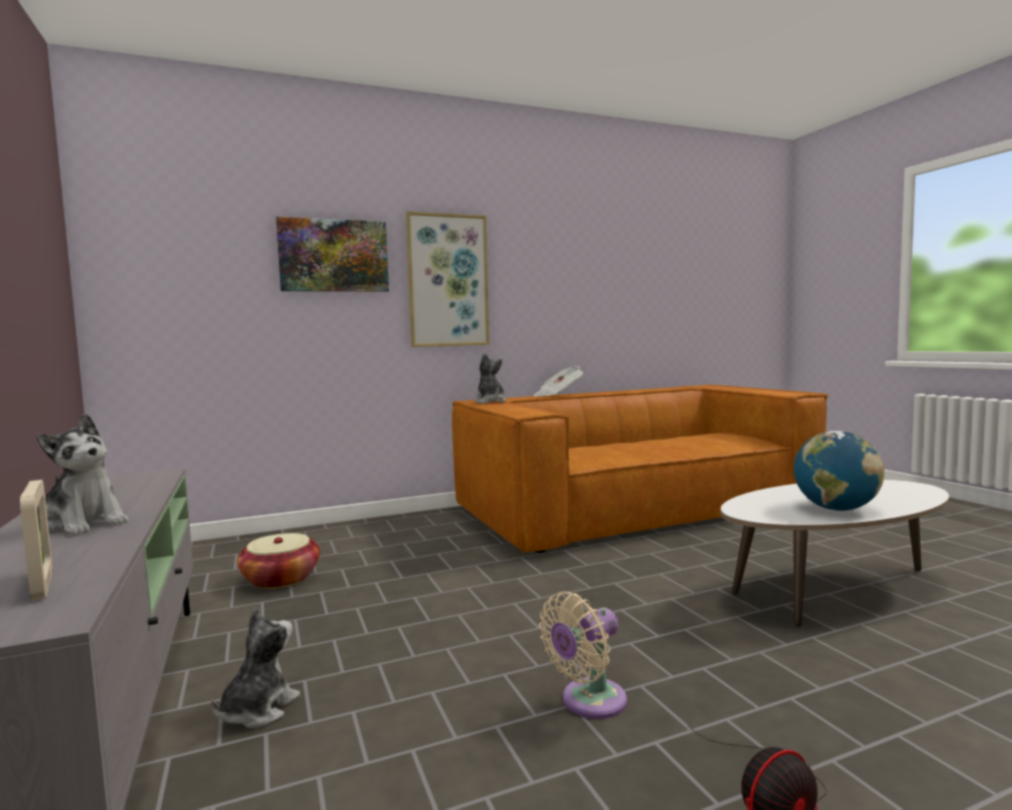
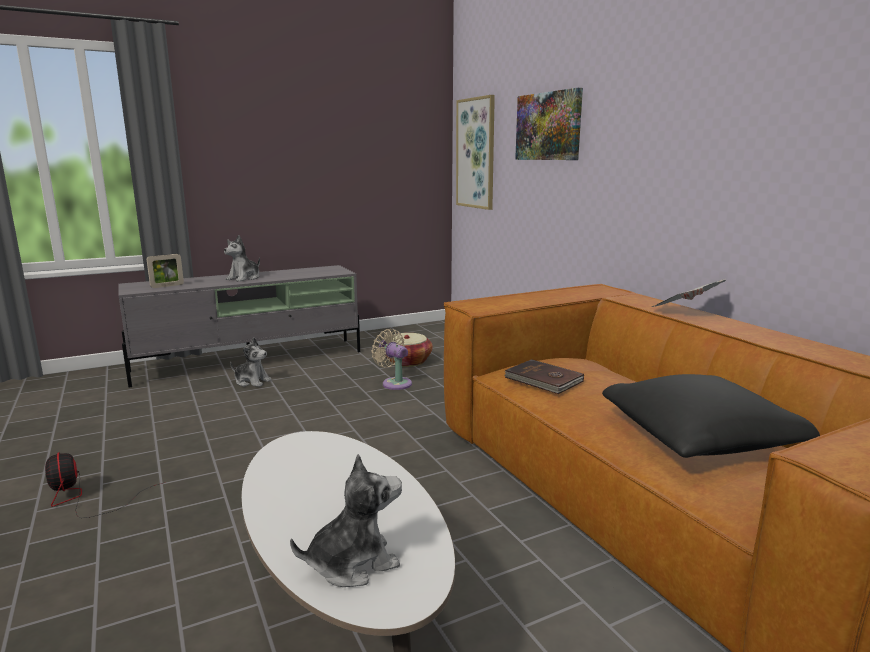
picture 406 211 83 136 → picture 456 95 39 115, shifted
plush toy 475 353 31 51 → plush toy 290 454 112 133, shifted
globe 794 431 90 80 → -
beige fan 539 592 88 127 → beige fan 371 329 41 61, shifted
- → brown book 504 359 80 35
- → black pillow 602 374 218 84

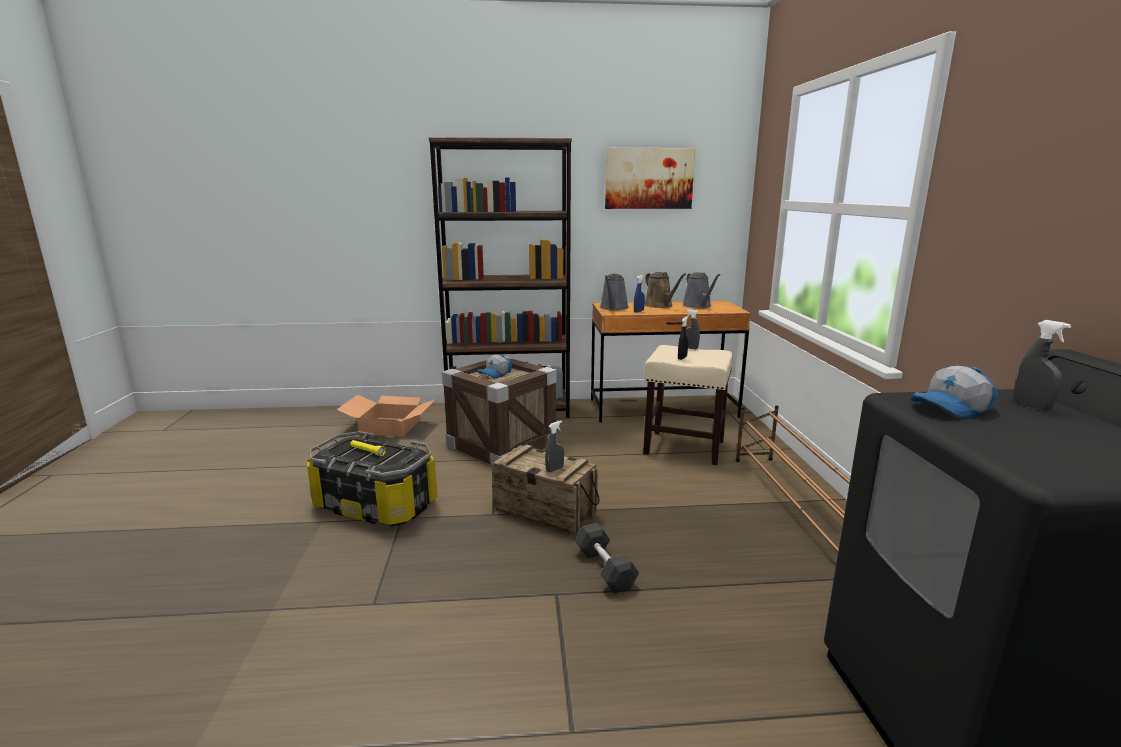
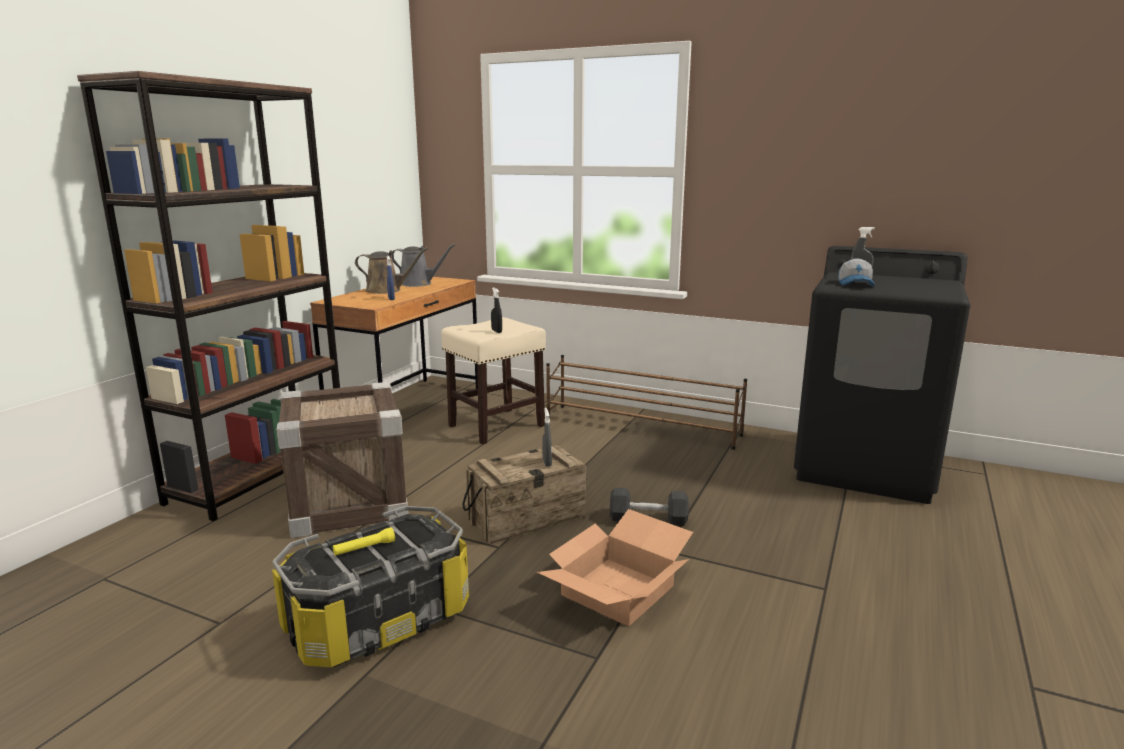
picture 605 148 90 61 → -
grey watering can 599 274 30 37 → -
grey spray bottle 686 309 14 40 → -
cap 477 355 35 23 → -
cardboard box 336 395 100 42 → cardboard box 537 509 156 117, shifted

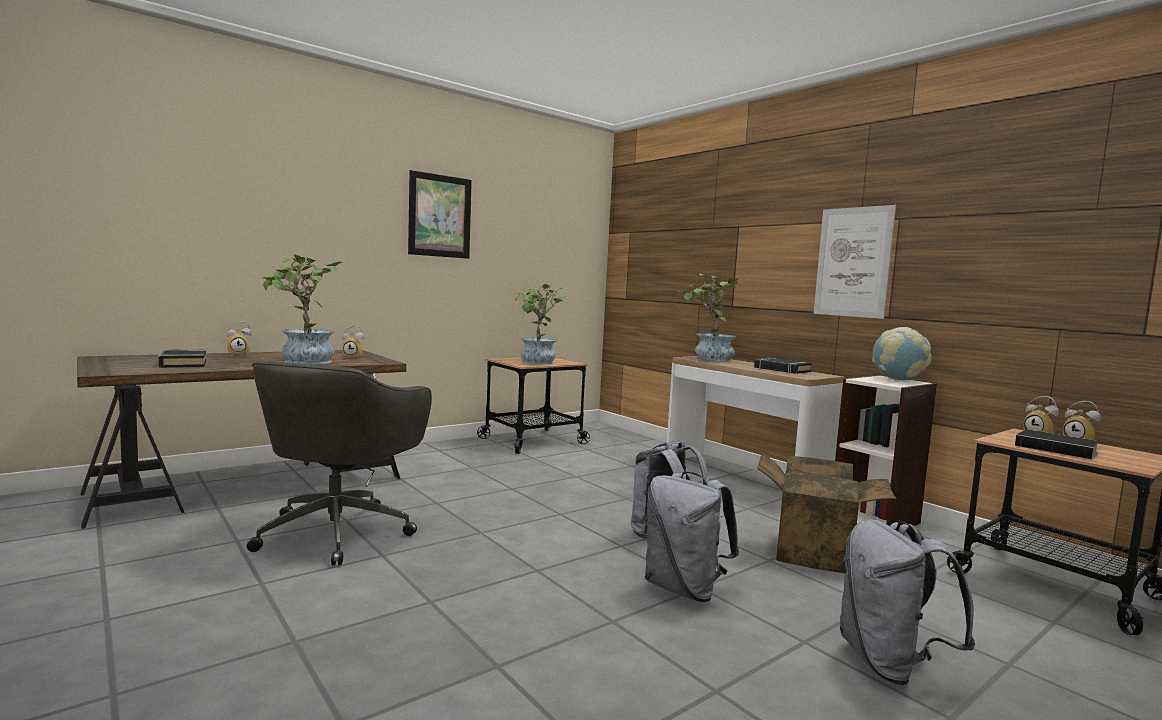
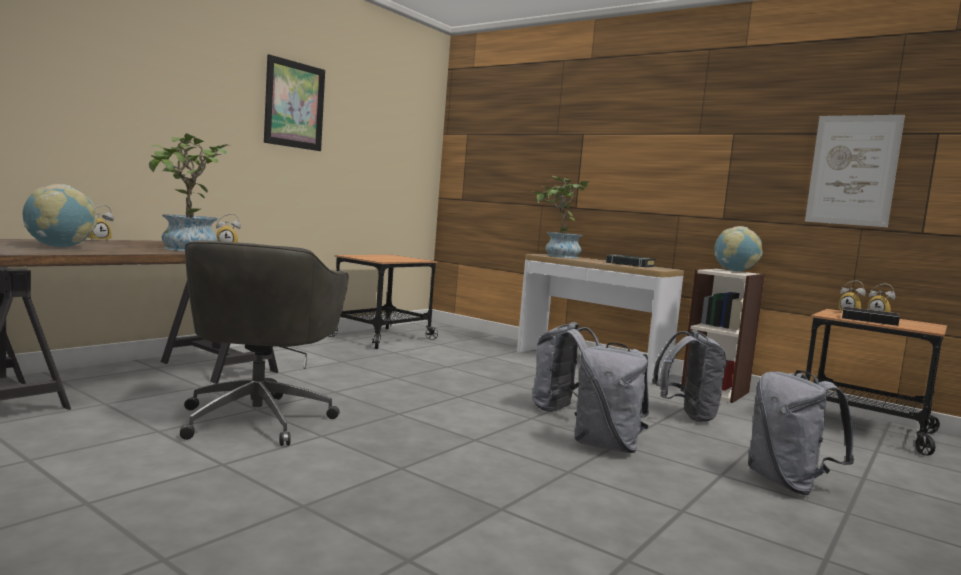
picture 814 205 82 114 → picture 805 115 100 112, shifted
potted plant 515 284 53 80 → -
black book 158 349 48 19 → globe 23 184 74 63
cardboard box 757 453 140 121 → grey backpack 652 330 75 92

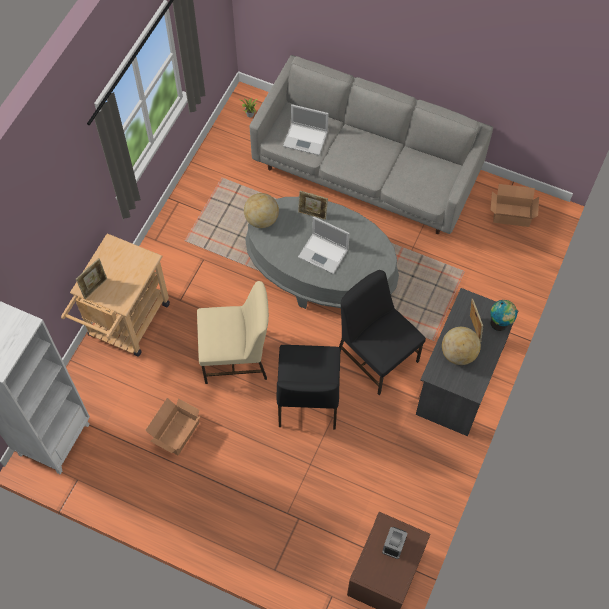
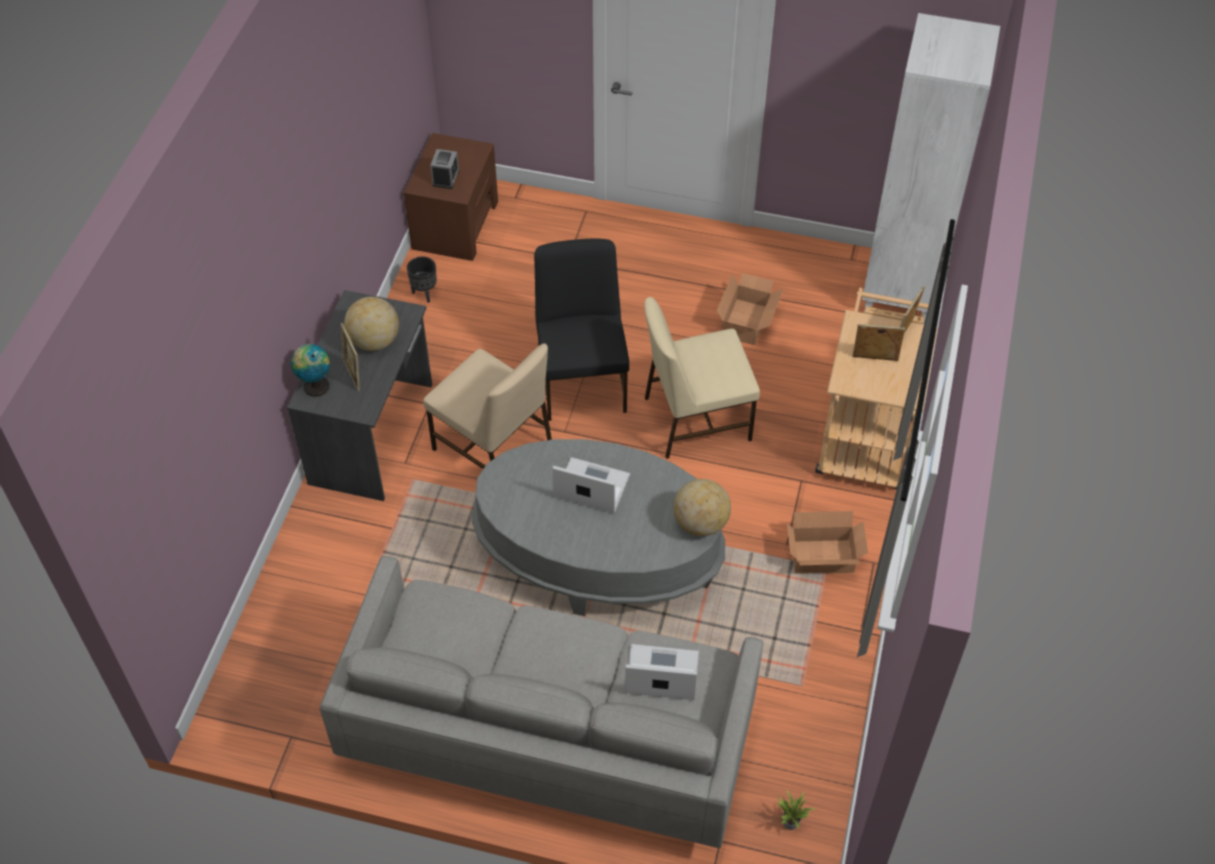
cardboard box 491 184 48 43 → cardboard box 787 511 81 62, shifted
picture frame 298 191 30 29 → picture frame 852 324 53 37, shifted
black chair 339 270 87 125 → beige chair 423 343 129 126
- → black planter 407 256 30 47

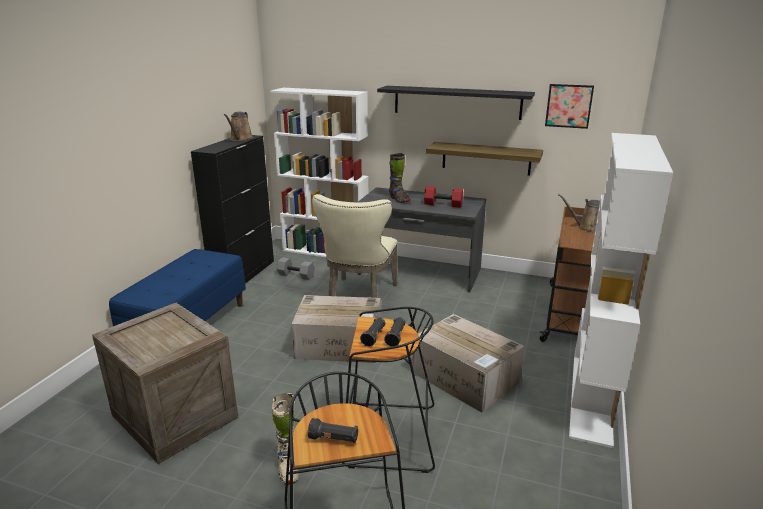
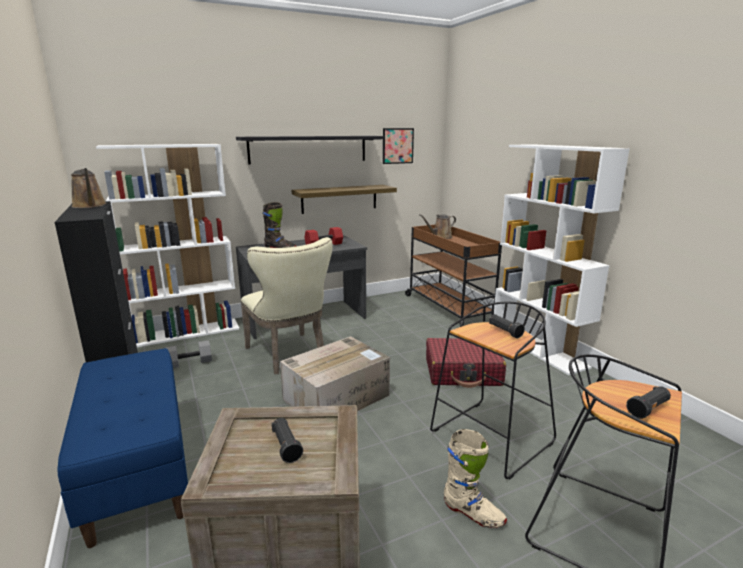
cardboard box 413 314 111 99 → red suitcase 426 338 80 50
black flashlight 360 318 25 29 → black flashlight 272 418 31 45, shifted

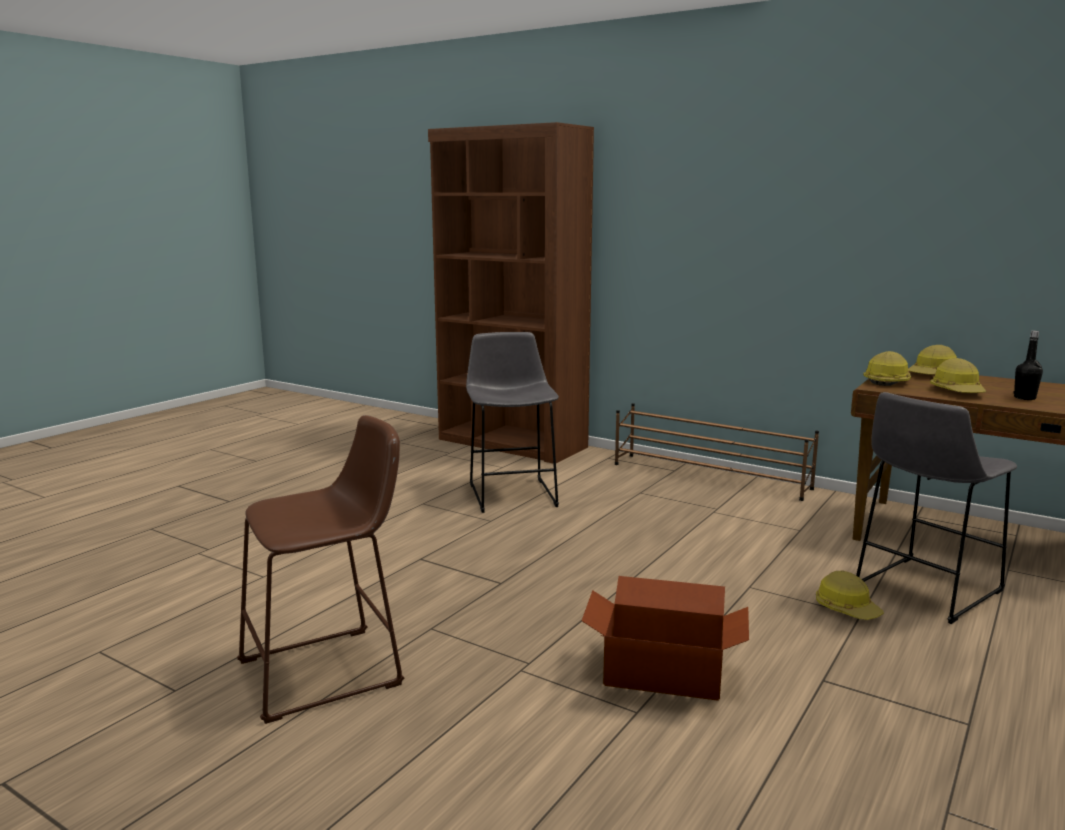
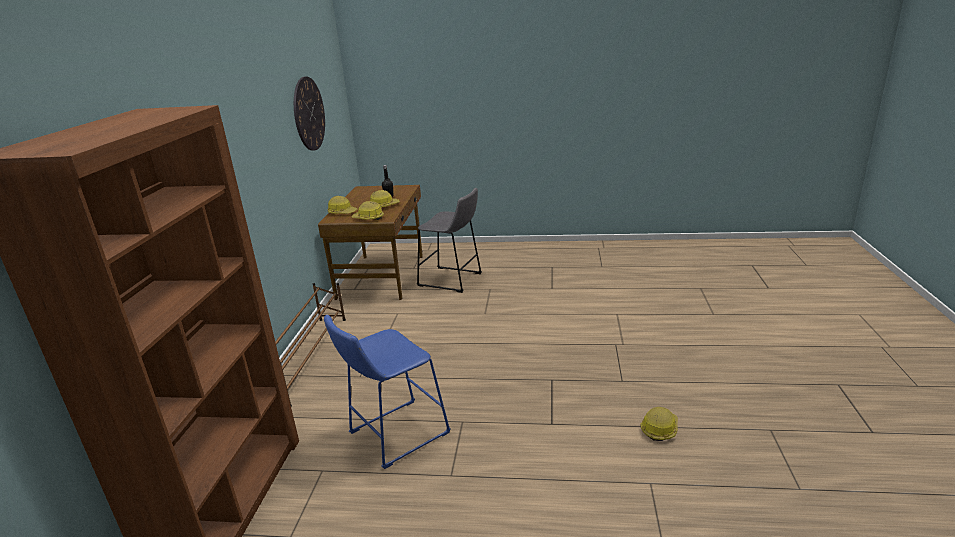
grey stool 466 332 93 181 → blue stool 324 315 127 154
brown stool 237 415 167 309 → -
hard hat 816 570 68 50 → hard hat 640 407 38 34, shifted
cardboard box 582 576 167 125 → -
- → wall clock 294 76 31 75

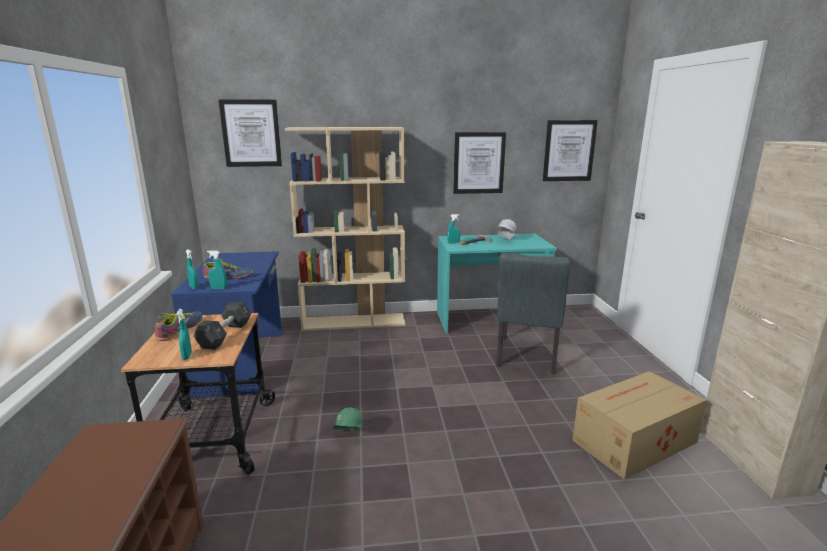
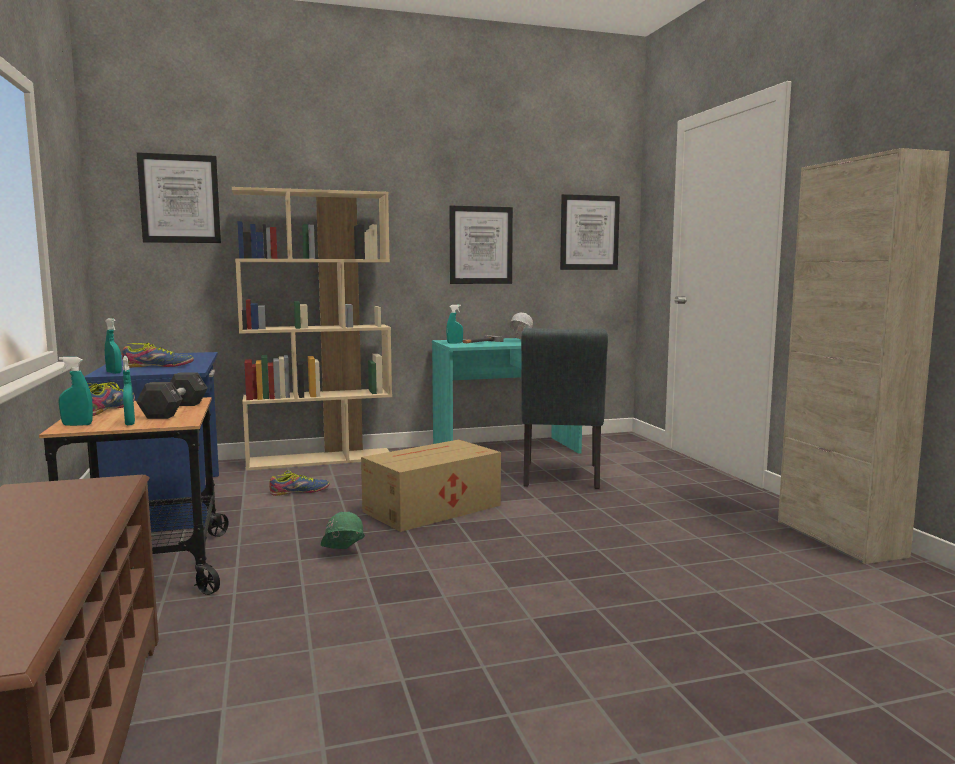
turquoise spray bottle 207 250 20 39 → turquoise spray bottle 59 357 34 69, shifted
cardboard box 573 371 134 109 → cardboard box 361 440 140 92, shifted
- → shoe 269 471 60 25

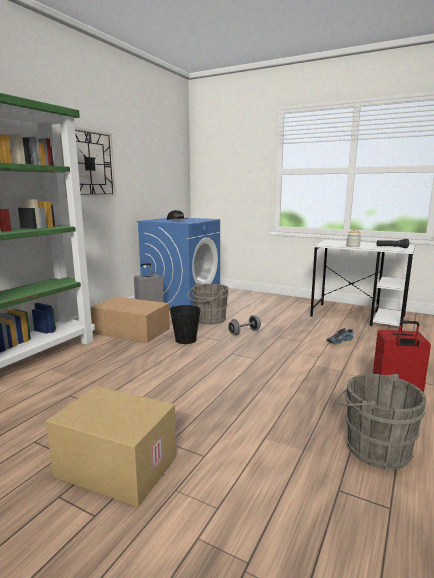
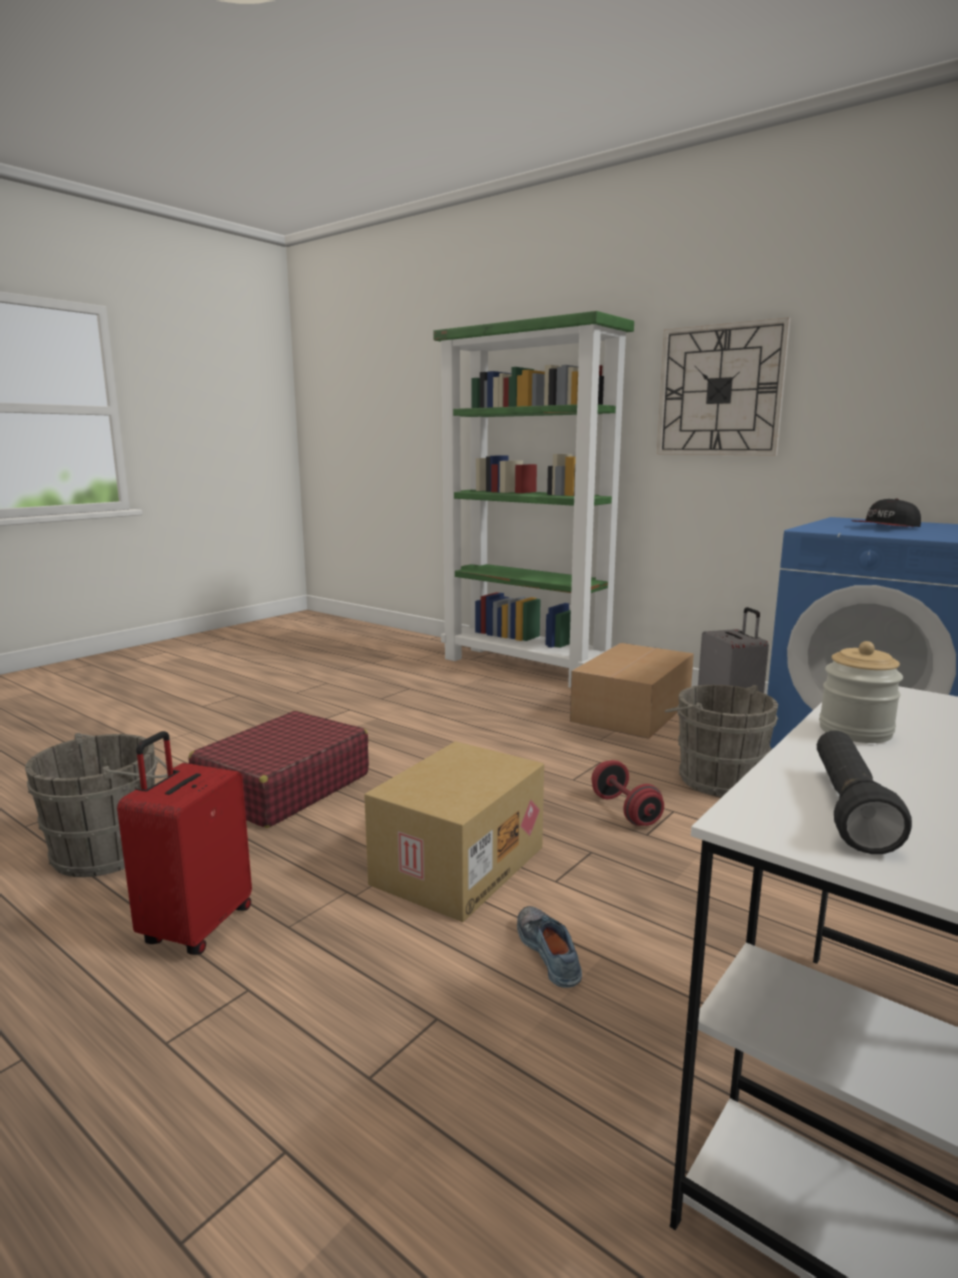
black bucket 170 305 31 39 → -
grey dumbbell 228 315 33 20 → red dumbbell 592 760 72 66
cardboard box 46 386 130 121 → cardboard box 364 741 180 181, shifted
- → red suitcase 189 711 180 117

